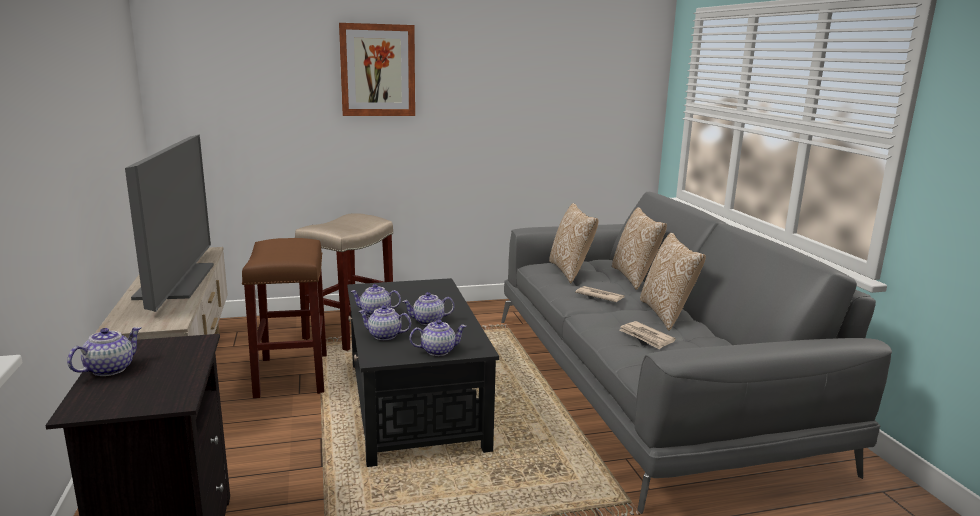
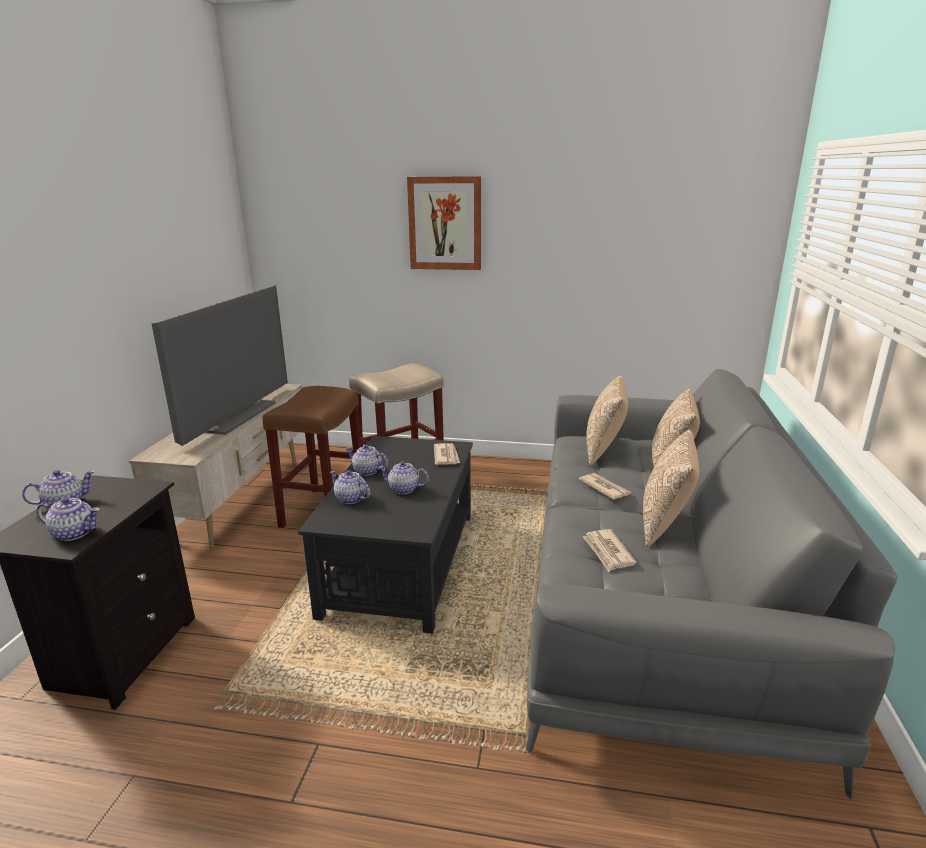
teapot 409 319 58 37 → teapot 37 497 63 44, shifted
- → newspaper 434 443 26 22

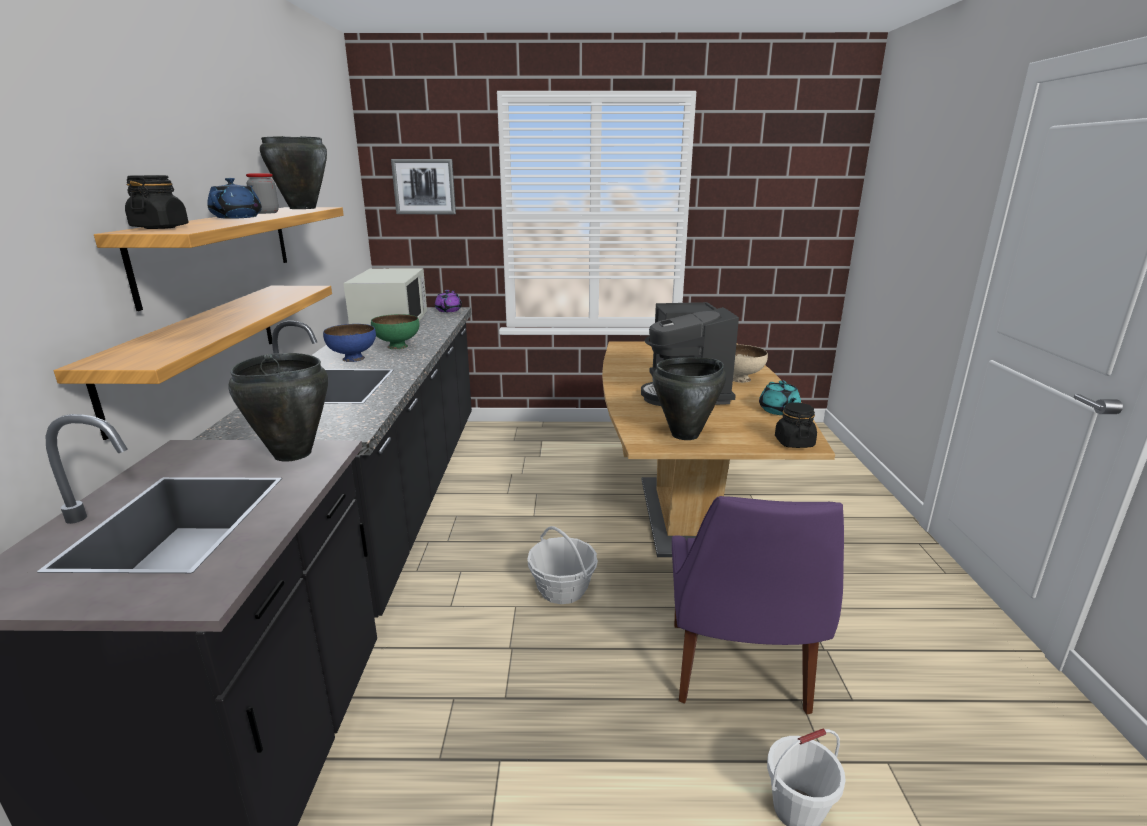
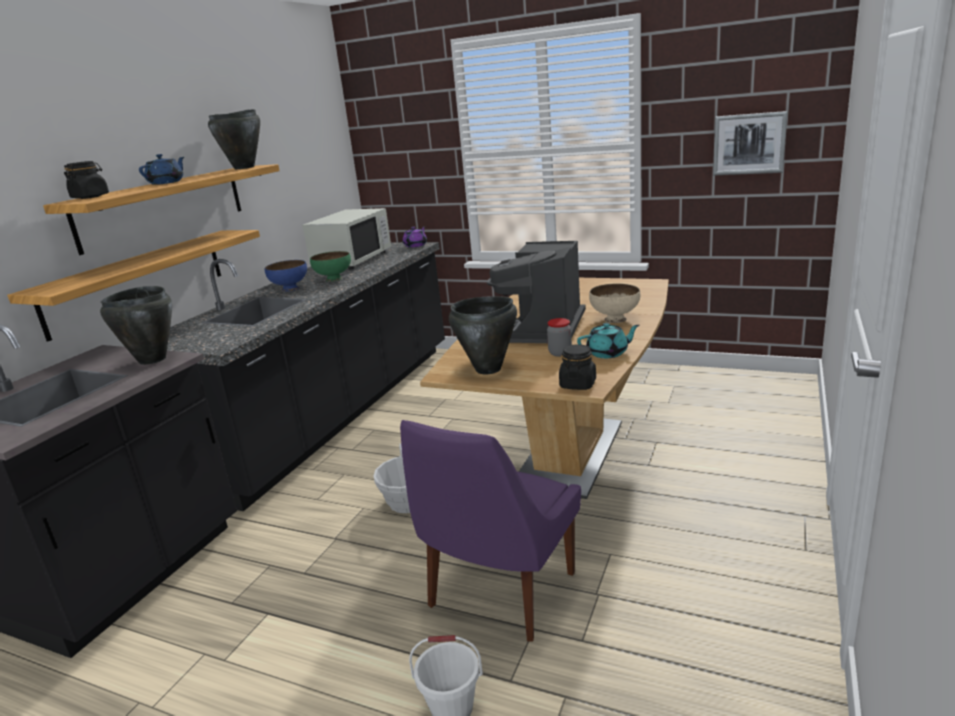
picture 391 159 65 55 → picture 713 111 75 64, shifted
jar 246 173 33 41 → jar 547 318 25 39, shifted
turquoise teapot 759 380 42 35 → turquoise teapot 577 323 63 35, 120 degrees counterclockwise

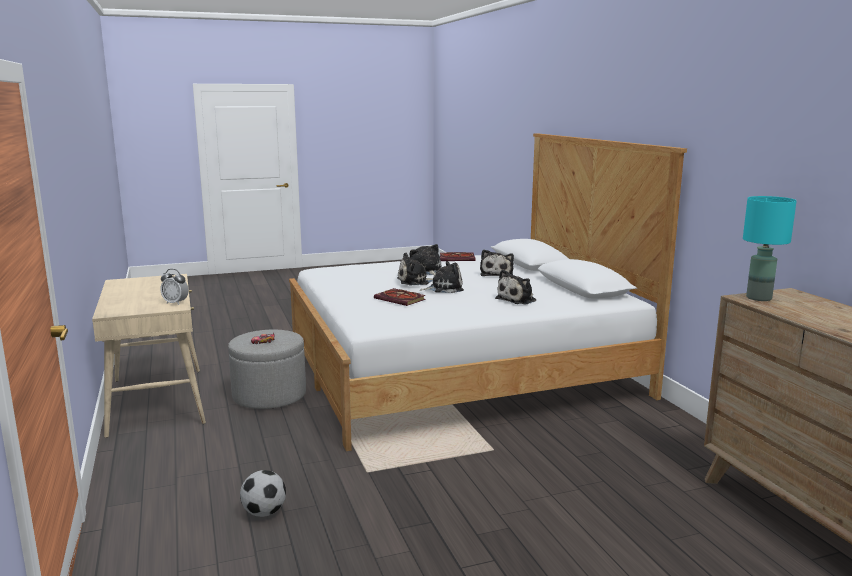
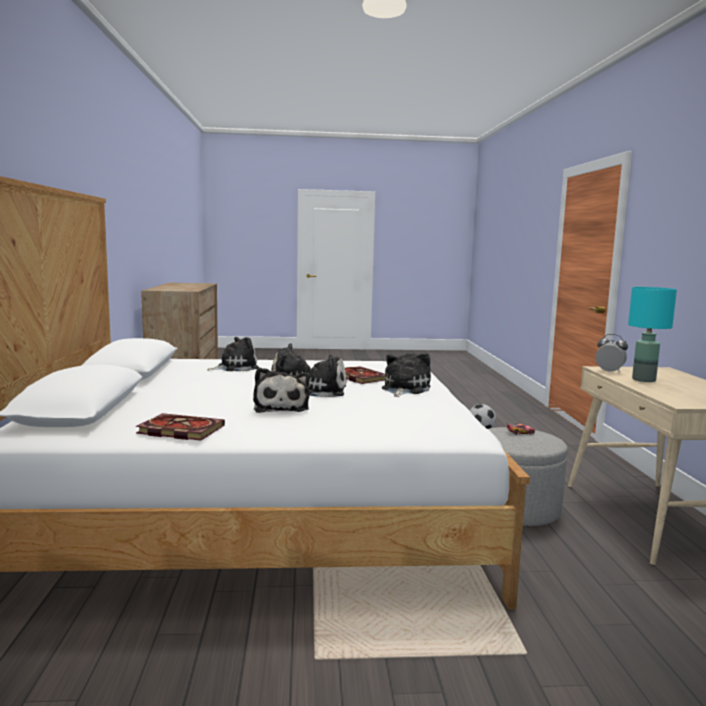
turquoise table lamp 743 196 54 105 → turquoise table lamp 628 287 49 95, shifted
plush toy 480 250 34 26 → plush toy 382 353 49 44, shifted

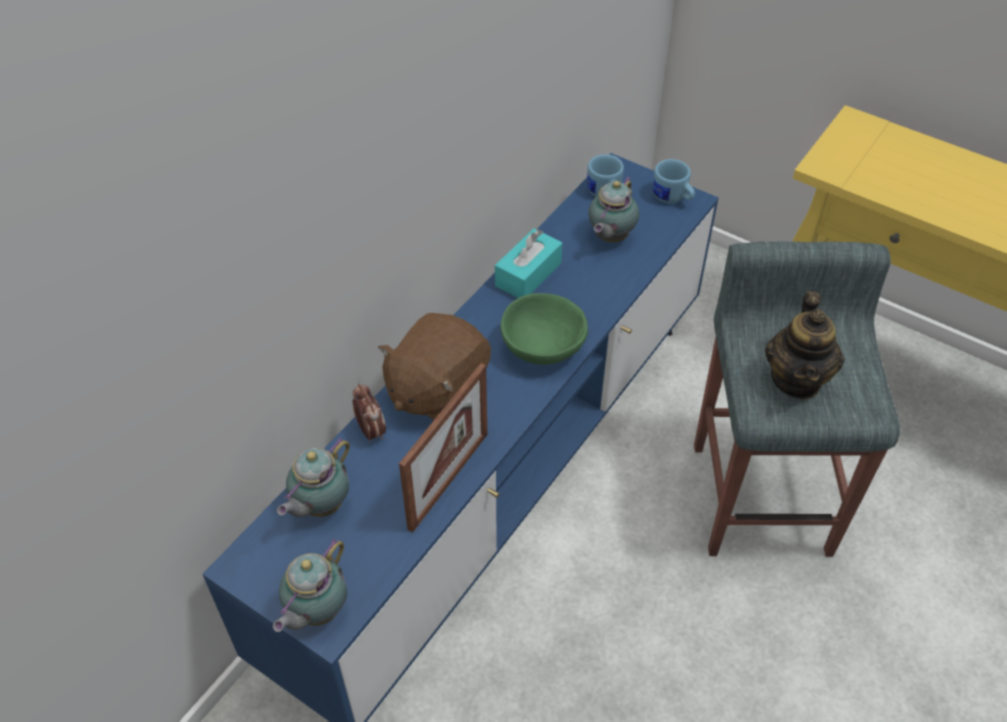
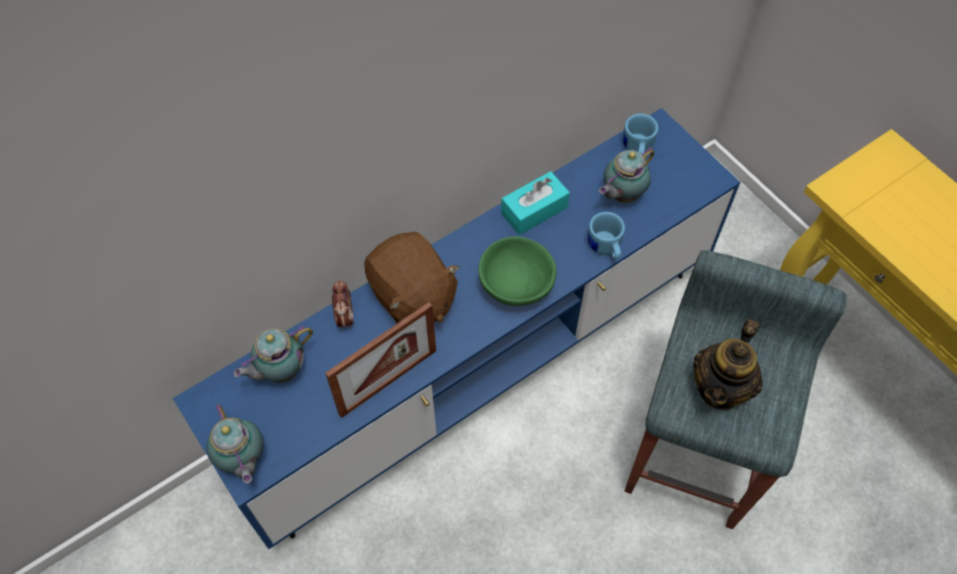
blue mug 653 159 42 45 → blue mug 588 212 37 47, shifted
brown plush toy 378 313 113 107 → brown plush toy 364 232 96 91, 90 degrees counterclockwise
teapot 273 539 74 93 → teapot 207 404 57 79, 75 degrees counterclockwise

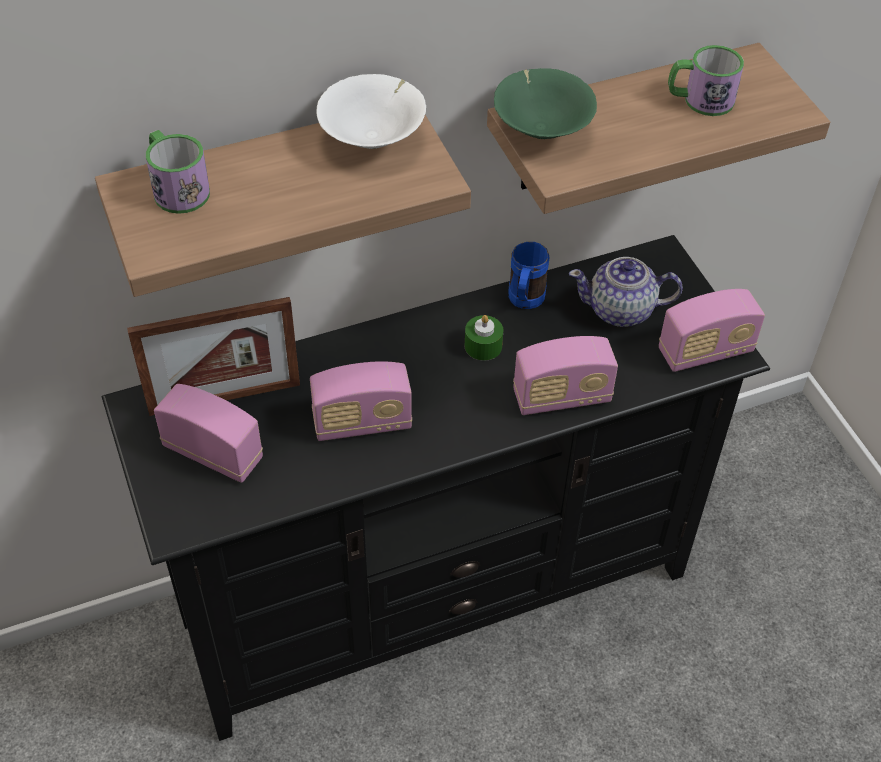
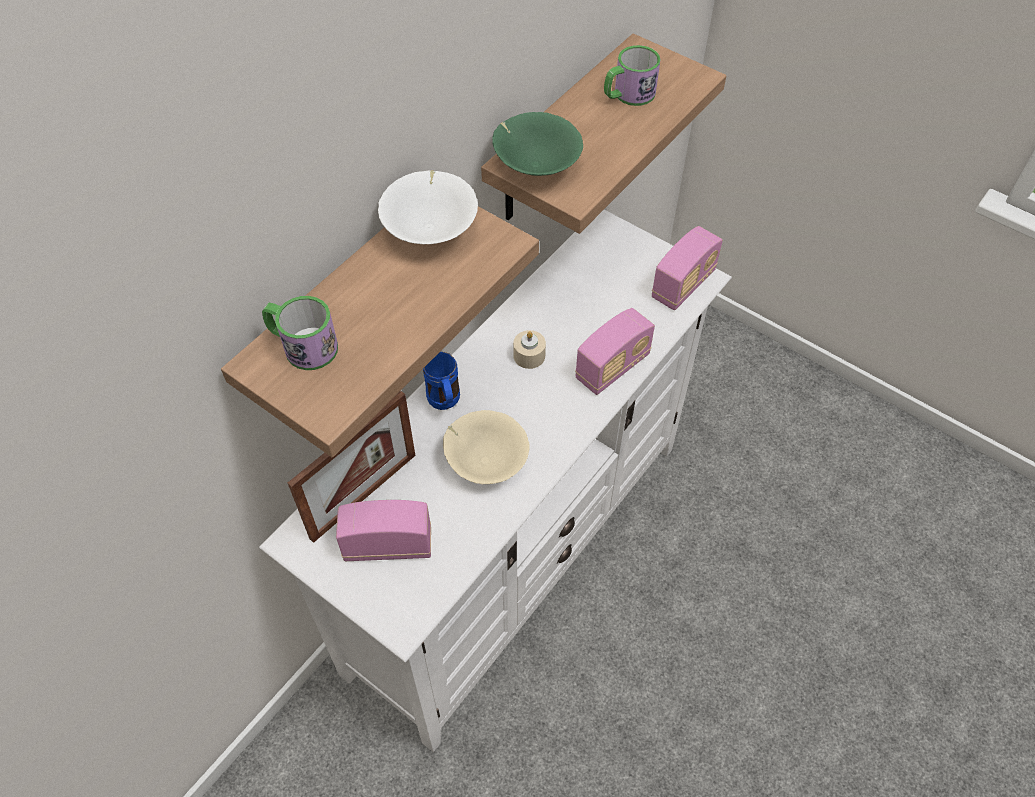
black tv stand 102 235 668 506 → white tv stand 259 209 473 543
blue mug 508 242 41 67 → blue mug 423 352 37 58, shifted
teapot 569 257 114 70 → -
green candle 465 315 39 46 → beige candle 513 330 33 39
radio 310 361 102 80 → beige bowl 443 410 87 74

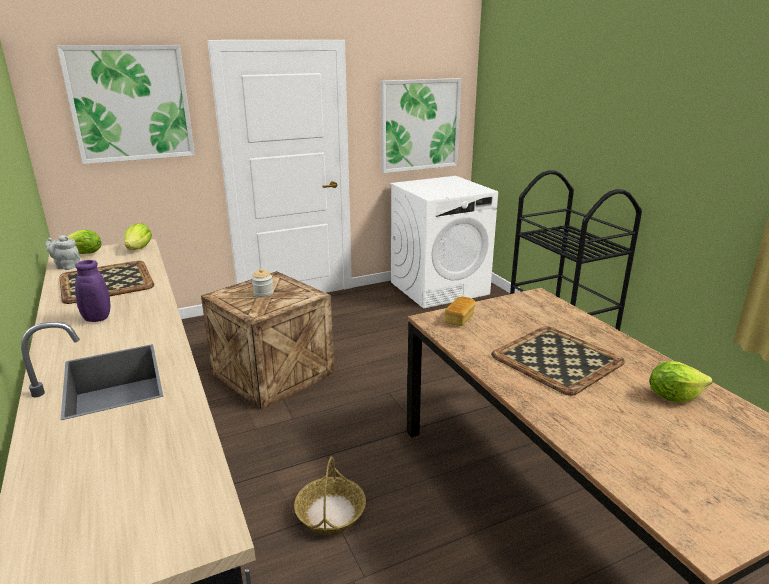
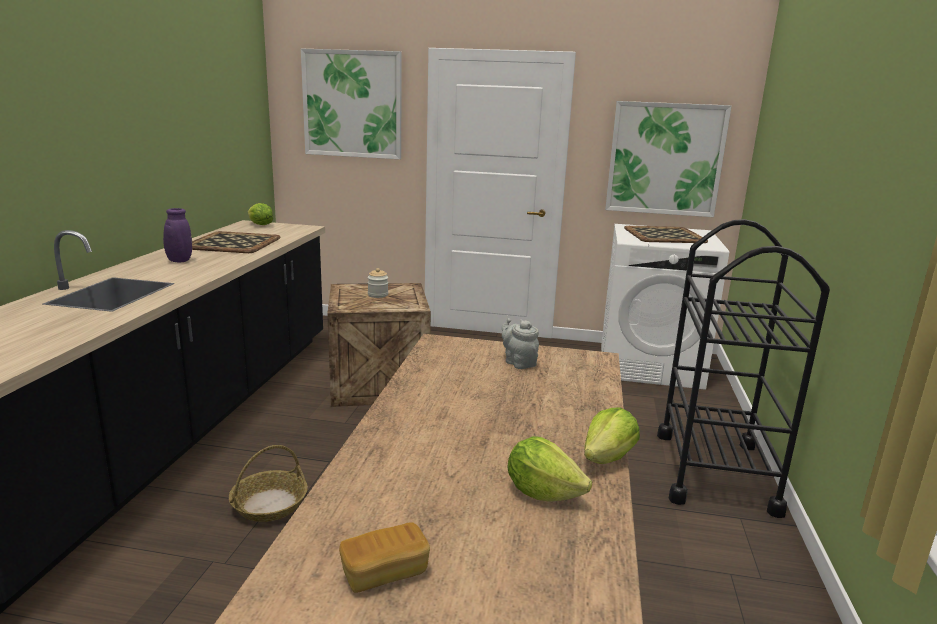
lettuce 125 223 27 27 → lettuce 584 407 56 57, shifted
grey teapot 45 235 35 35 → grey teapot 502 318 37 51, shifted
bread 445 296 31 30 → bread 339 522 91 71, shifted
tray 491 326 134 70 → tray 624 226 84 17, shifted

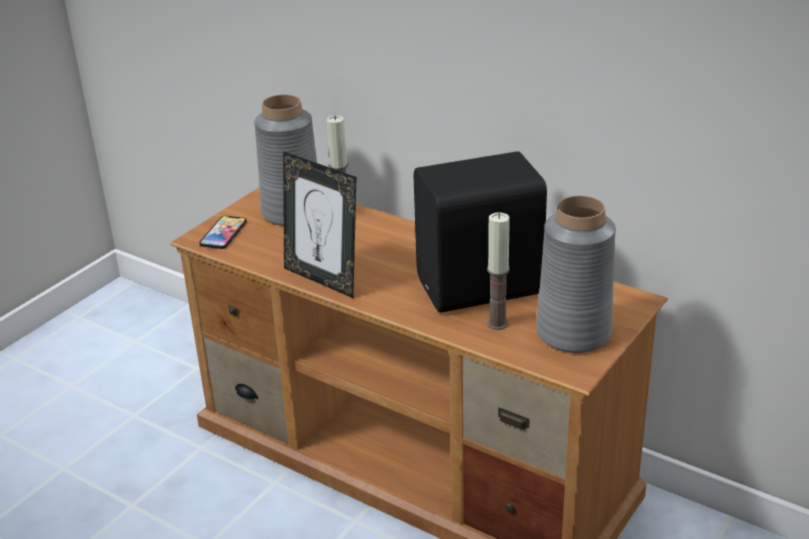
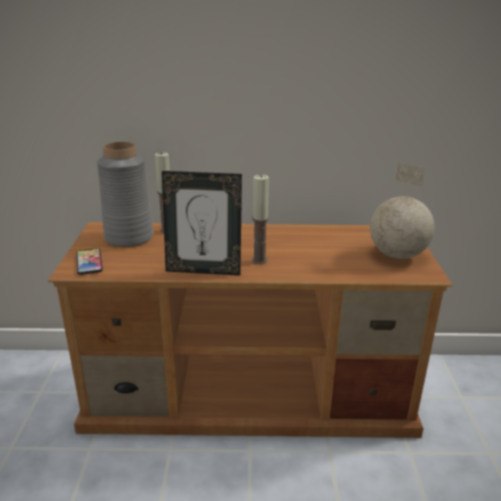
black speaker 413 151 134 162 → -
grey vase 536 196 80 157 → globe 370 161 65 98
candle 487 213 23 117 → candle 252 175 17 89, shifted

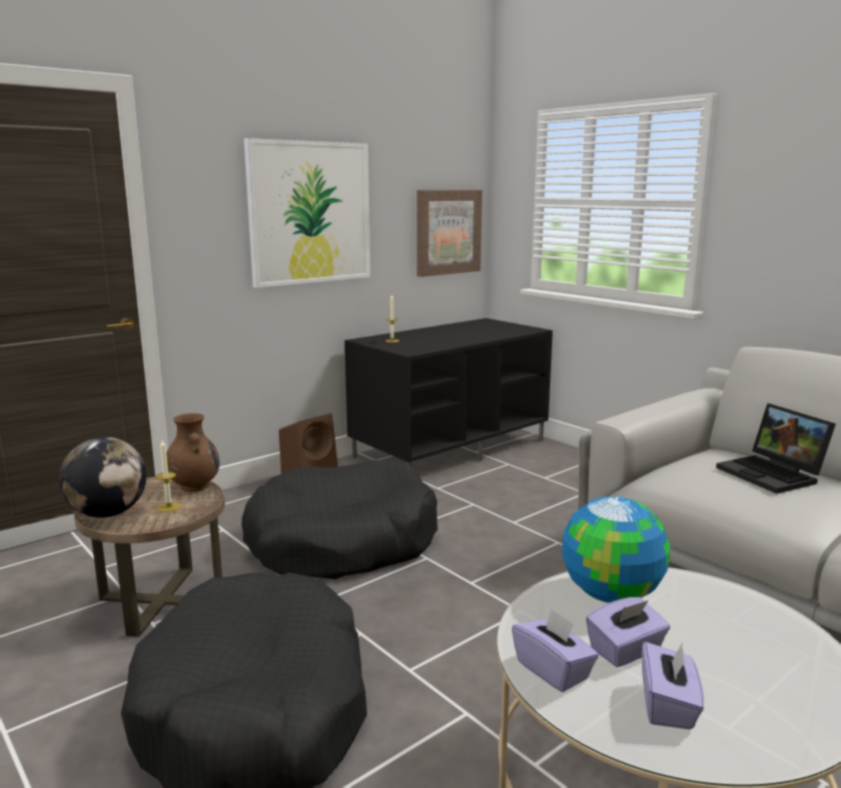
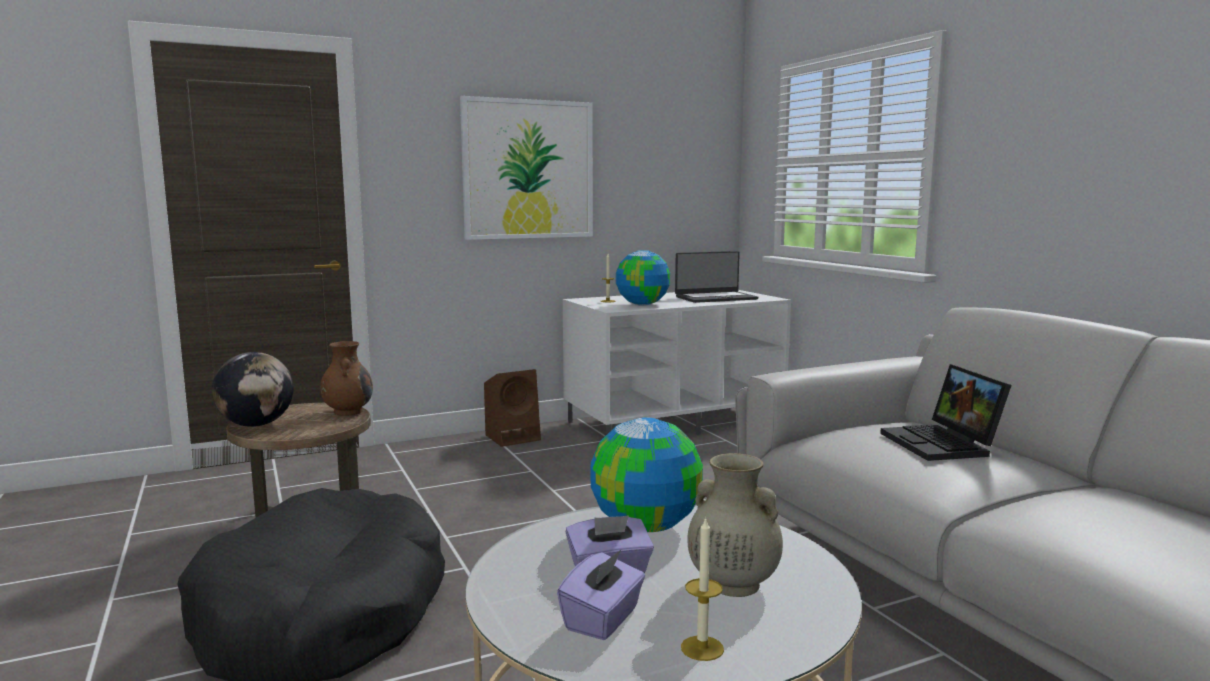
picture 417 190 65 87 → -
black tv stand 345 318 208 153 → white tv stand 563 290 228 145
candle 156 440 25 72 → candle 681 517 43 144, shifted
black dog bed 242 460 196 119 → -
purple tissue box 512 608 87 84 → -
- → globe 616 250 54 56
- → laptop 675 251 83 52
- → beige vase 687 453 96 144

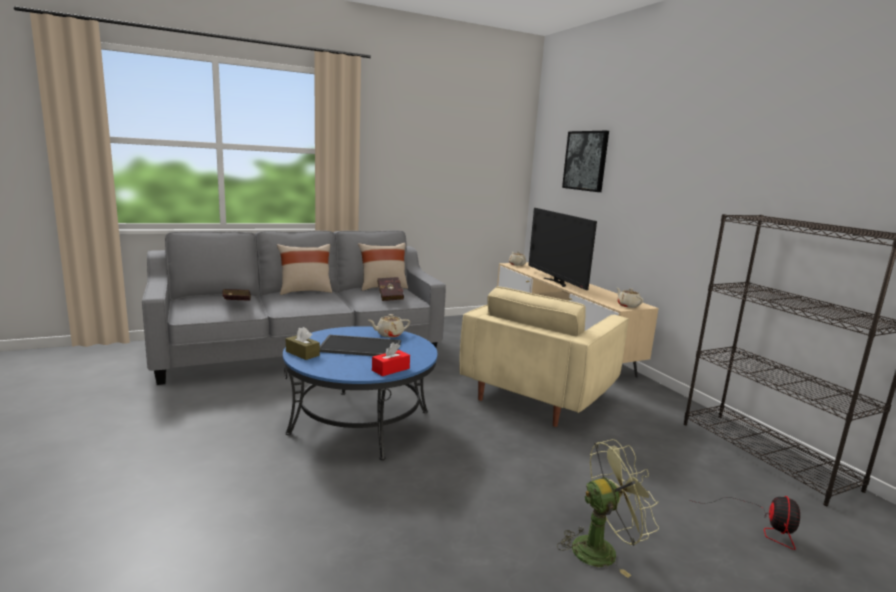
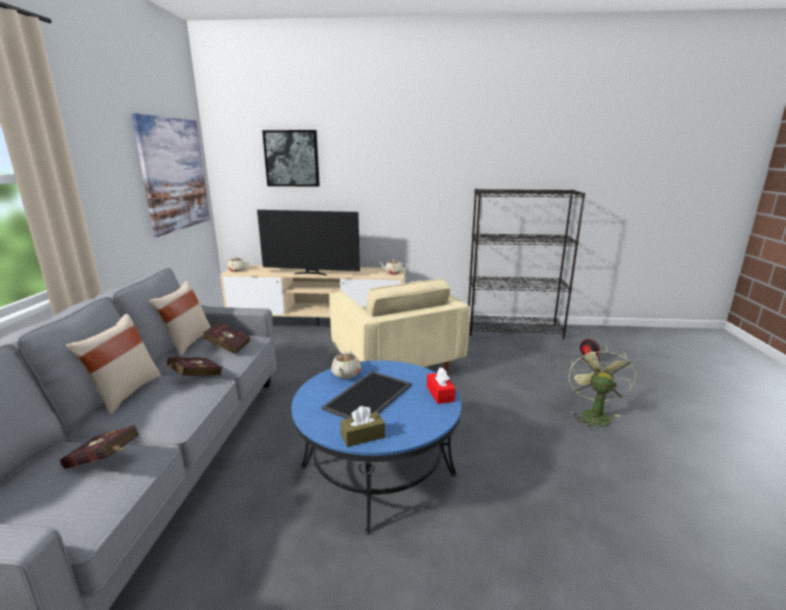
- → picture 132 113 78 124
- → red book 165 357 58 19

